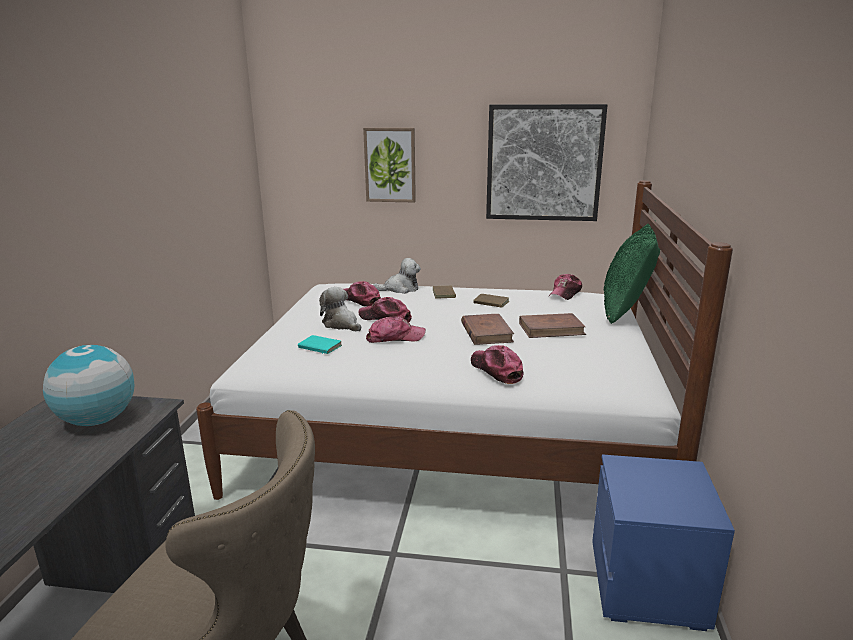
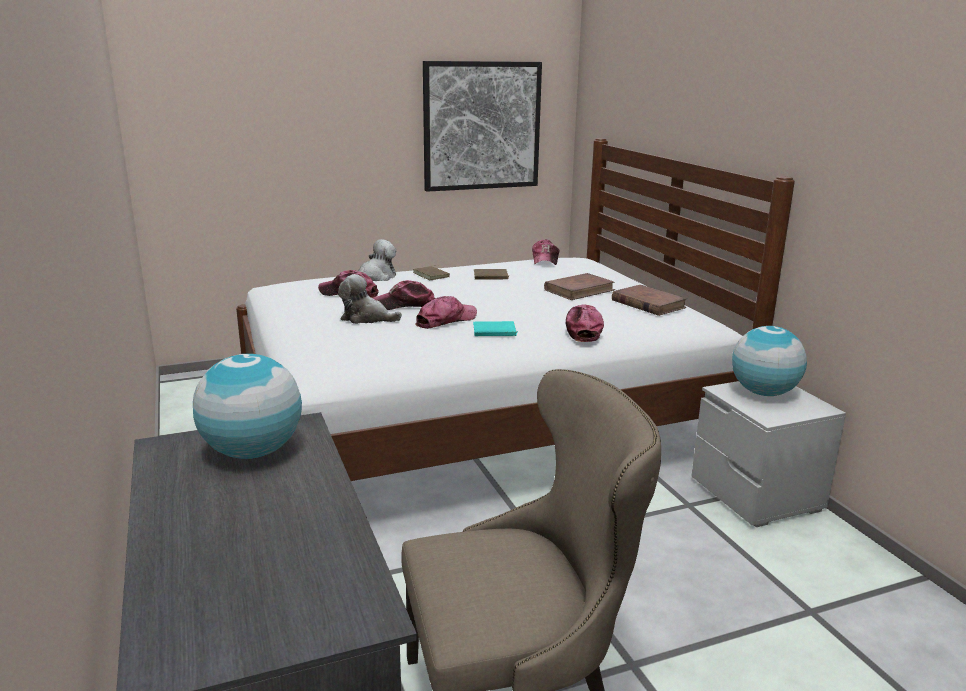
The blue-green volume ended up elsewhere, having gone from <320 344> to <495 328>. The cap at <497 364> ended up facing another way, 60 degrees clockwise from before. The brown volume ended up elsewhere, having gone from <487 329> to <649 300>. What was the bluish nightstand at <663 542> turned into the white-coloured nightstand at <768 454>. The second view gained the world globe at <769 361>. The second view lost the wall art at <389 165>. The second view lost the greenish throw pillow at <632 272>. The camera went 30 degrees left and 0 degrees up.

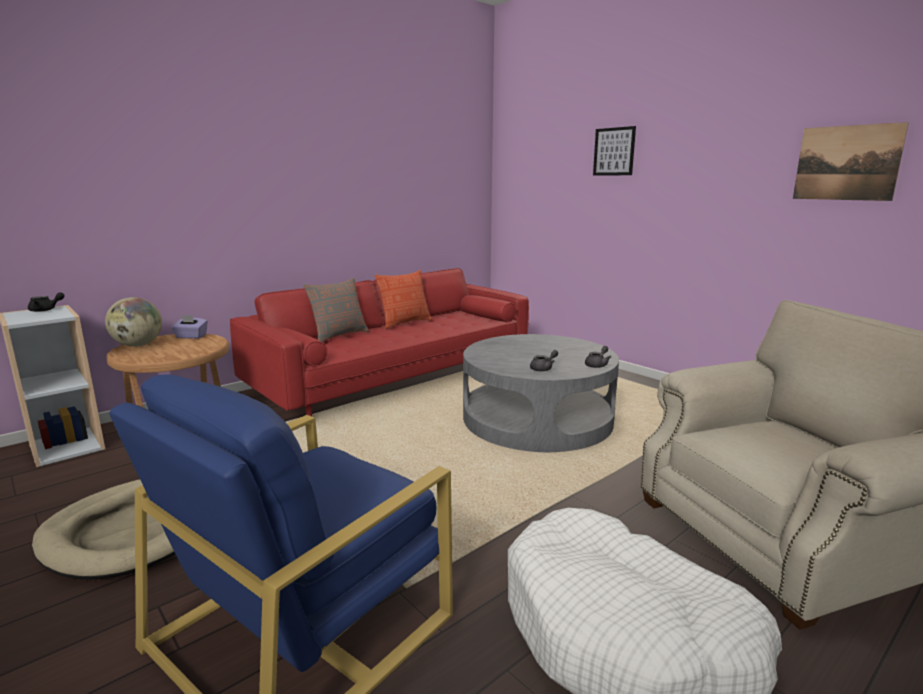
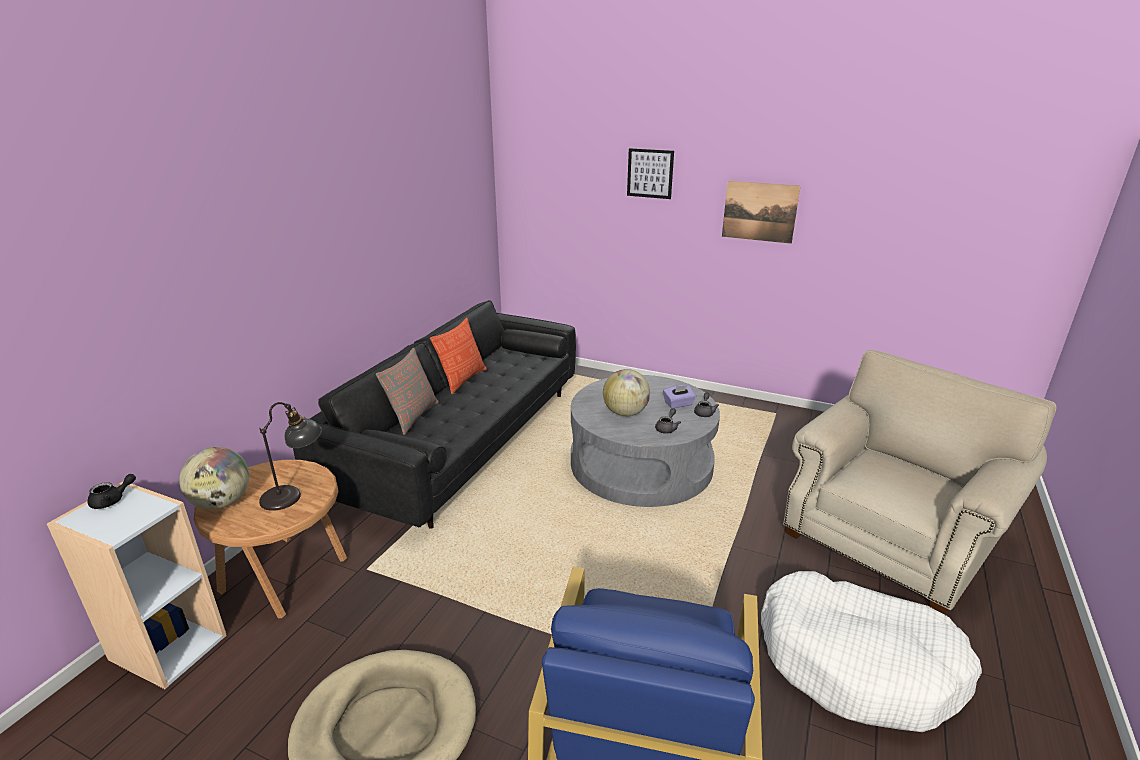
The second view gained the gray table lamp at <290 456>. What was the reddish couch at <379 342> turned into the black-coloured couch at <434 414>. The second view gained the world globe at <626 392>. The purplish tissue holder ended up elsewhere, having gone from <189 327> to <679 397>. The wall art ended up elsewhere, having gone from <851 161> to <761 212>. The camera went 25 degrees left and 10 degrees up.

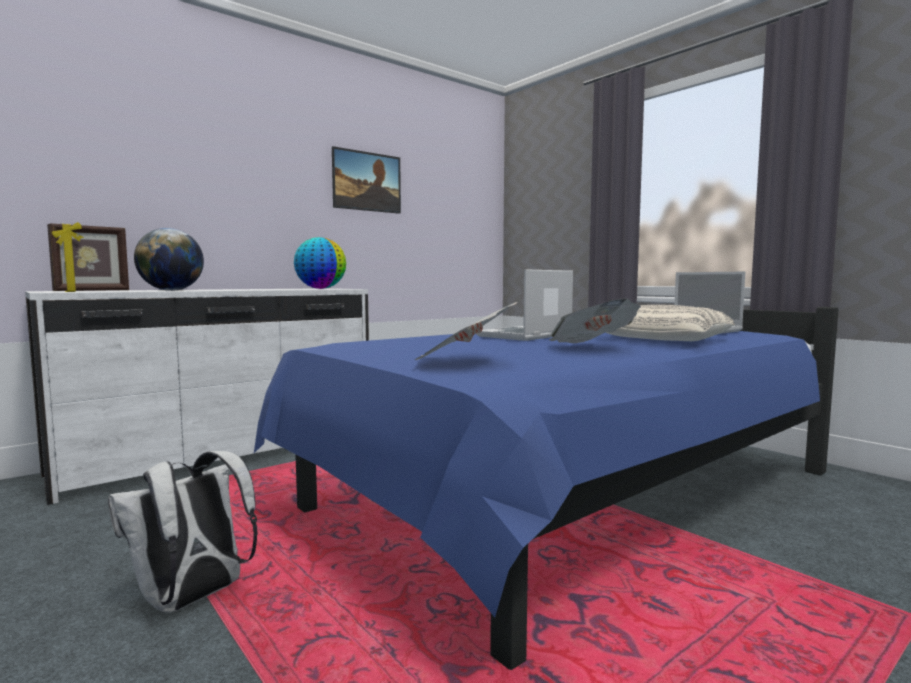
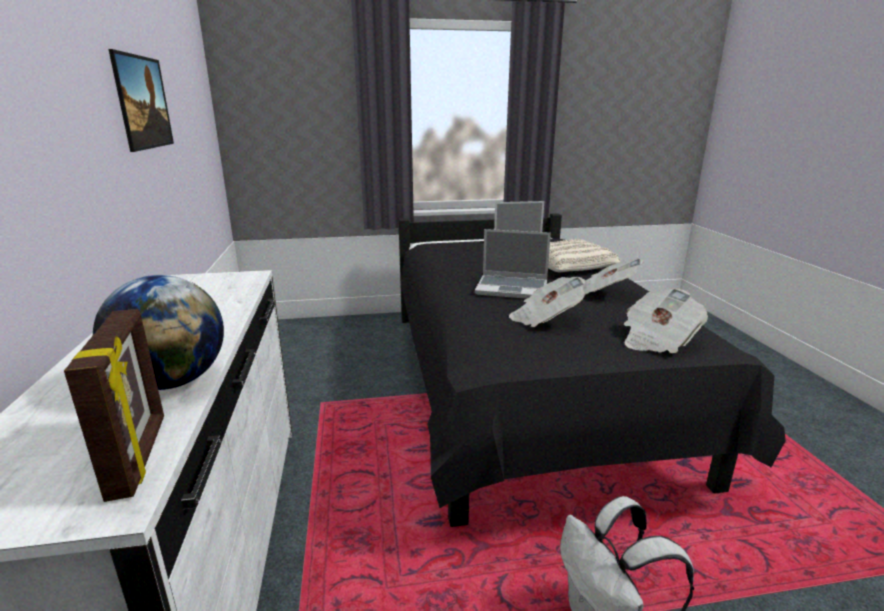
What was the bluish bed at <546 485> turned into the black-coloured bed at <592 370>. The portable computer at <524 305> ended up facing another way, 60 degrees counterclockwise from before. The second view gained the printed paper at <547 302>. The second view lost the world globe at <320 263>. The camera went 60 degrees left and 15 degrees up.

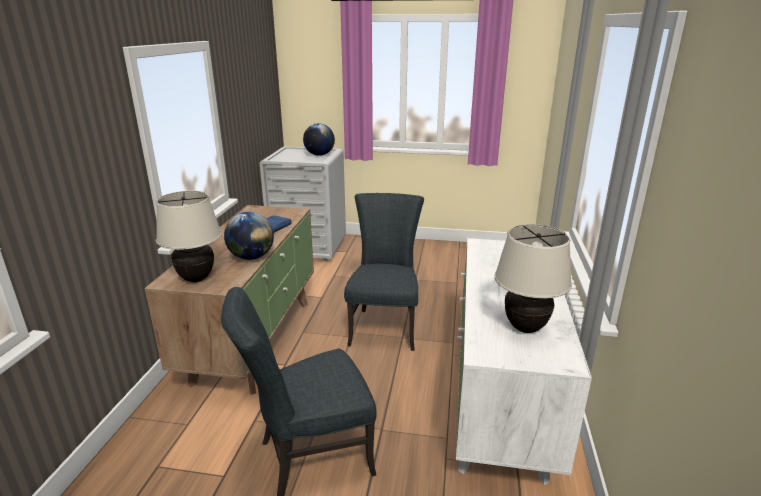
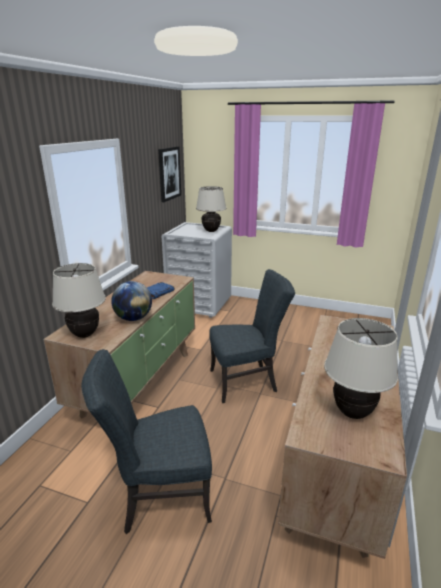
The second view gained the wall art at <169 174>. Where the world globe stood at <319 139>, the beige-coloured table lamp came to stand at <211 209>. The gray chair at <384 272> ended up facing another way, 60 degrees clockwise from before. What was the white-coloured dresser at <524 361> turned into the greenish dresser at <342 437>. The camera went 10 degrees right and 0 degrees up.

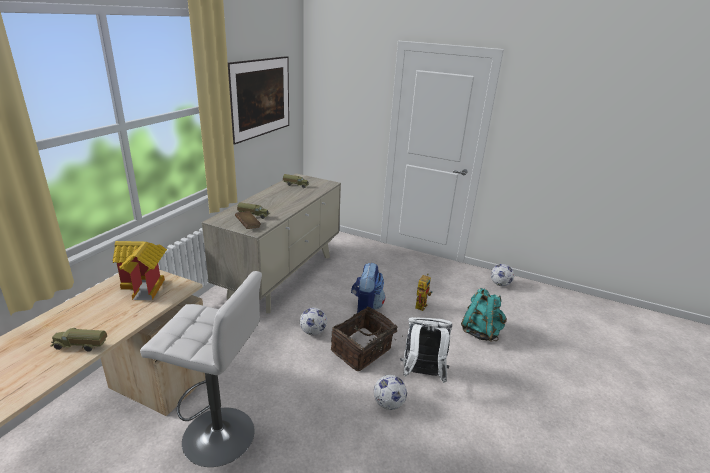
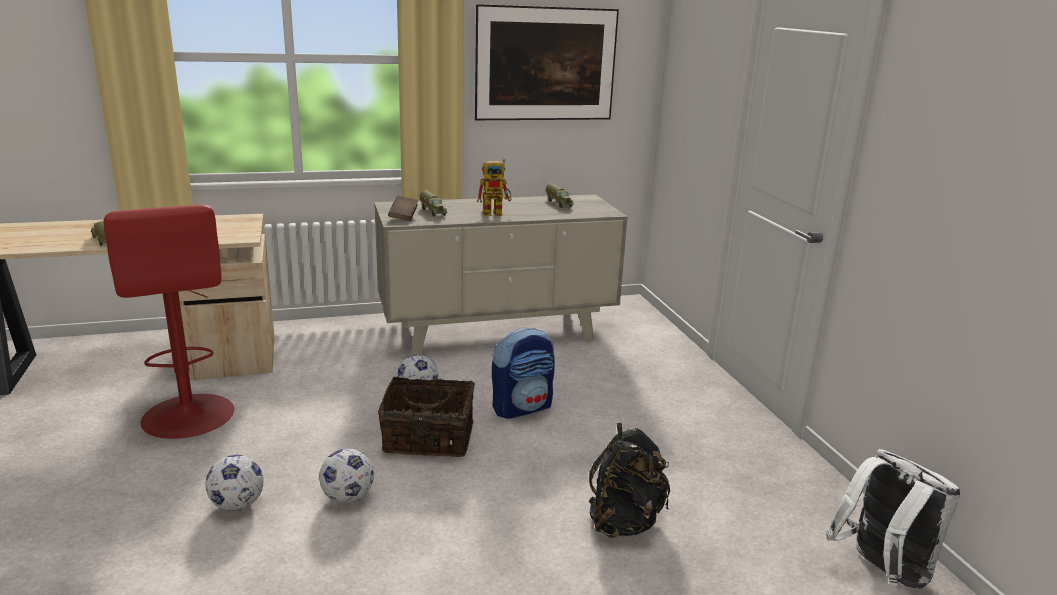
What was the white-coloured stool at <201 369> turned into the reddish stool at <169 321>. The ball for football ended up elsewhere, having gone from <502 275> to <234 483>. The toy robot ended up elsewhere, having gone from <423 292> to <494 187>. What was the blue-green rucksack at <484 315> turned into the black-coloured rucksack at <629 480>. The white-coloured rucksack ended up elsewhere, having gone from <426 350> to <893 519>. The second view lost the toy house at <140 270>. The camera went 50 degrees right and 5 degrees down.

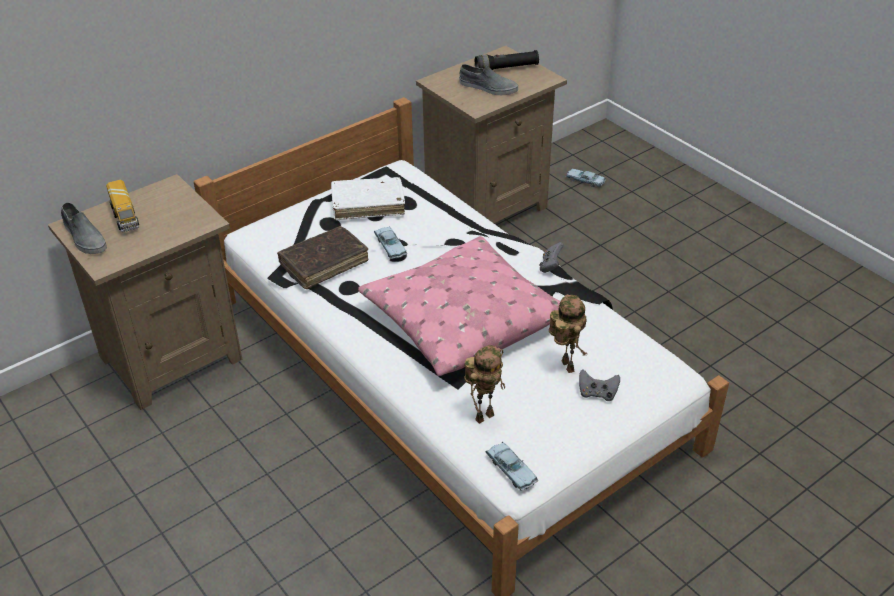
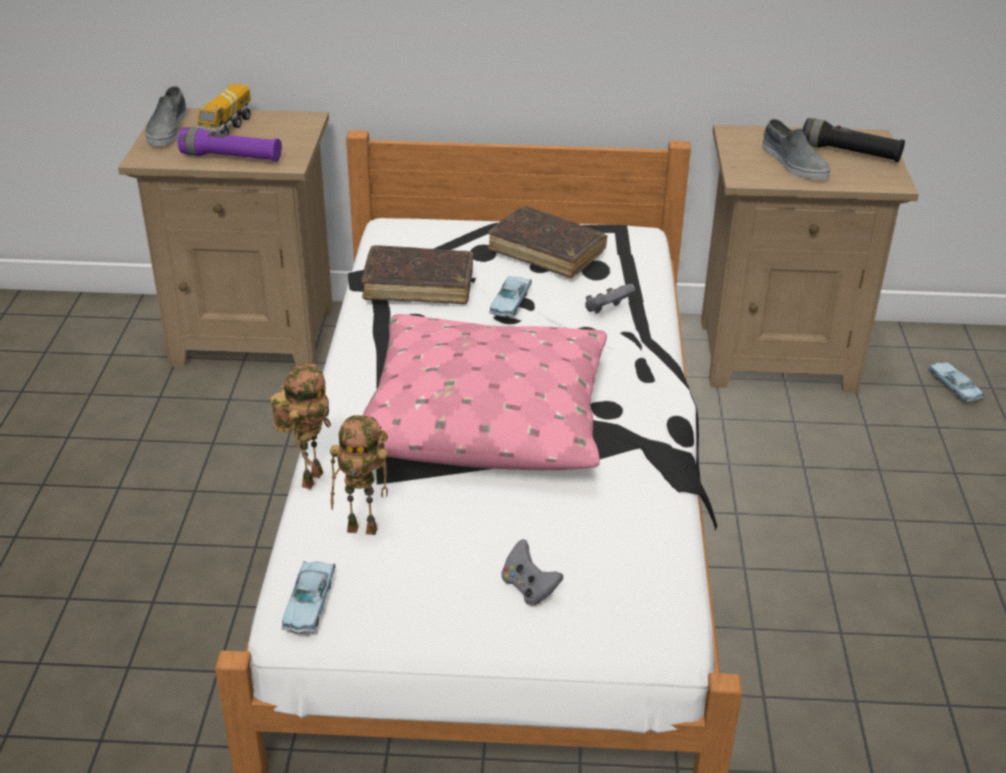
The second view gained the purplish hand torch at <230 144>. The toy robot ended up elsewhere, having gone from <568 333> to <301 426>. What was the white-coloured volume at <368 198> turned into the brown volume at <547 242>. The gray game controller ended up elsewhere, having gone from <551 257> to <610 298>. The camera went 40 degrees right and 5 degrees down.

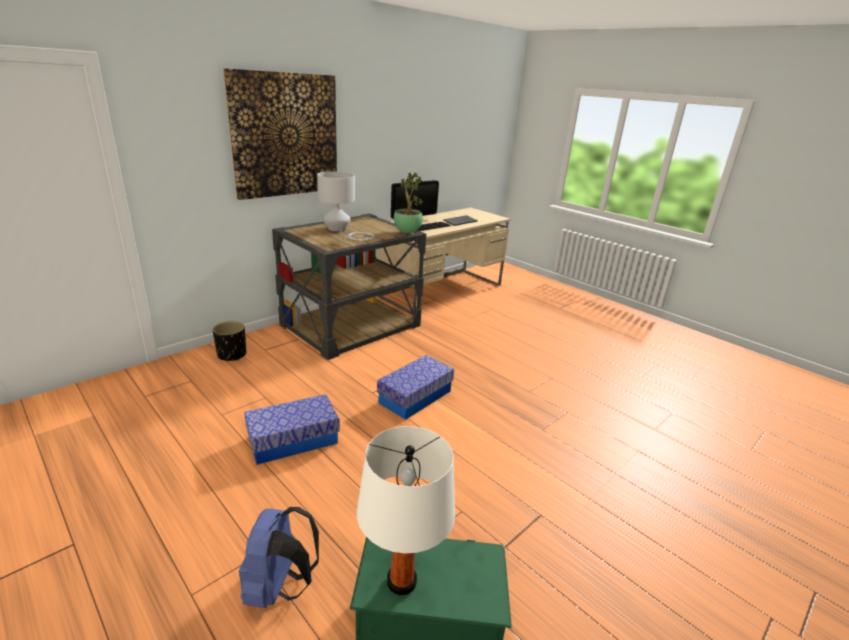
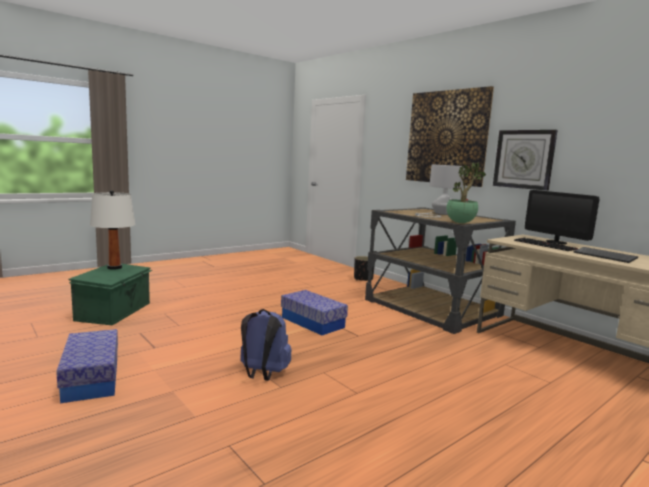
The storage bin ended up elsewhere, having gone from <292 429> to <87 366>. The bluish rucksack ended up elsewhere, having gone from <279 557> to <265 345>. The second view gained the wall clock at <525 160>. The camera went 95 degrees right and 15 degrees down.

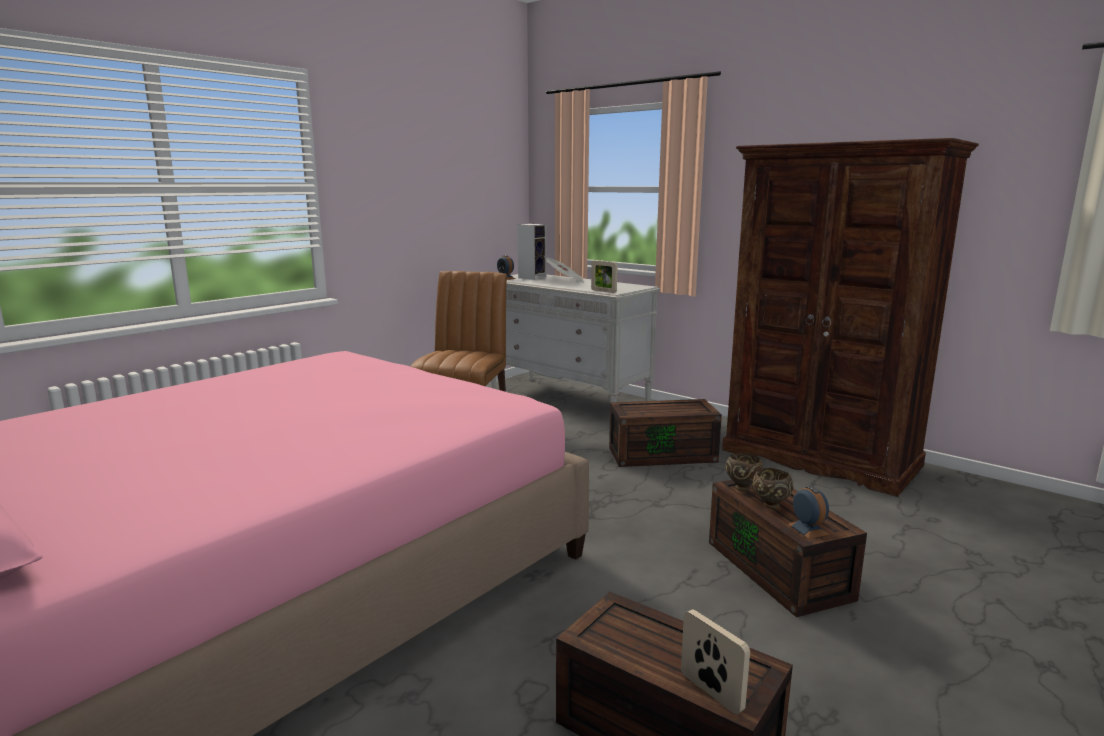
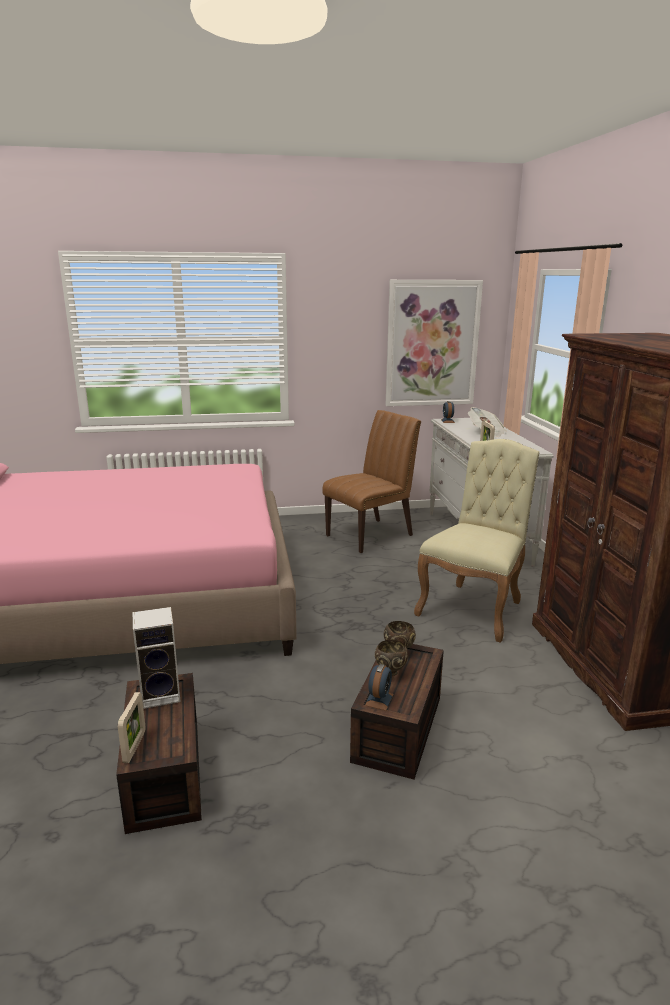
The loudspeaker ended up elsewhere, having gone from <532 252> to <157 658>. The second view gained the wall art at <434 343>. Where the brown storage bin stood at <665 433>, the beige-coloured chair came to stand at <477 541>. The camera went 40 degrees right and 5 degrees up.

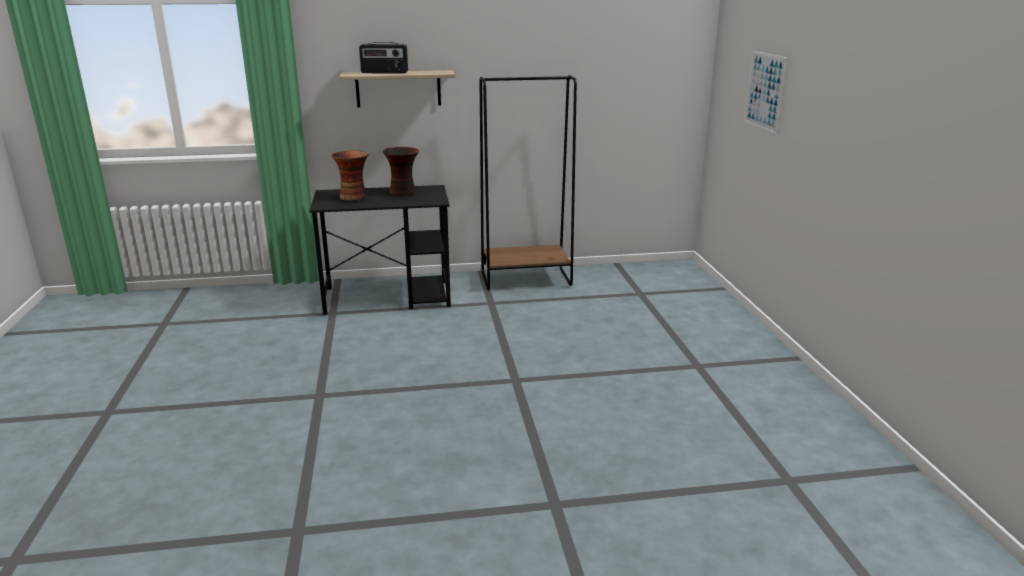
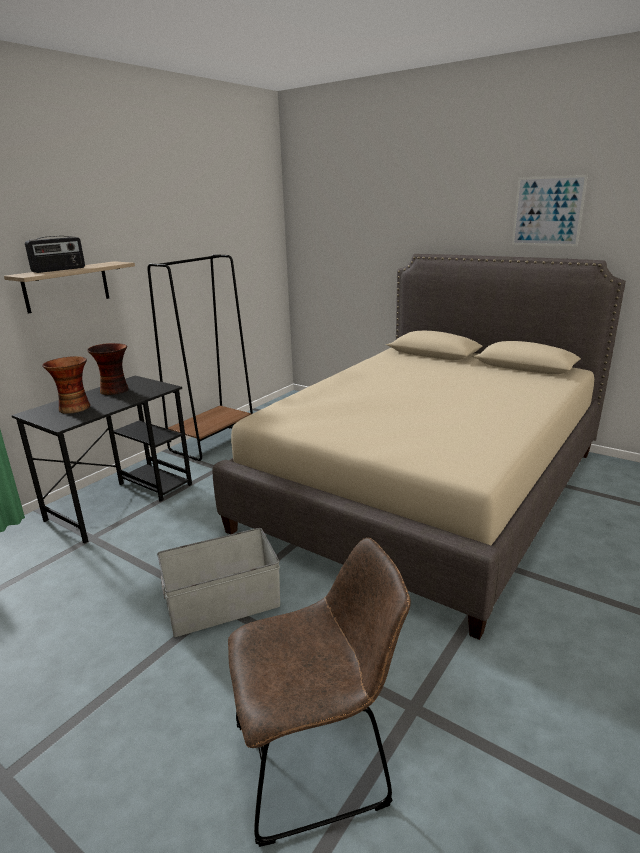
The second view gained the gray storage bin at <218 582>. The second view gained the beige-coloured bed at <419 447>. The second view gained the brown chair at <319 692>. The wall art ended up elsewhere, having gone from <766 92> to <550 210>. The camera went 45 degrees left and 0 degrees up.

